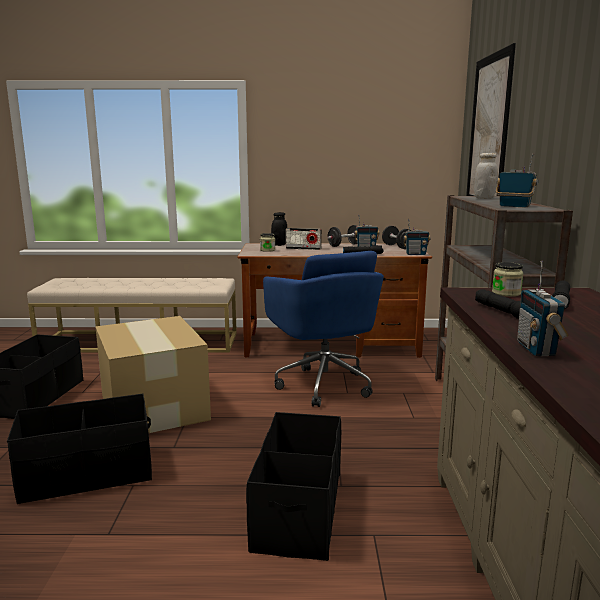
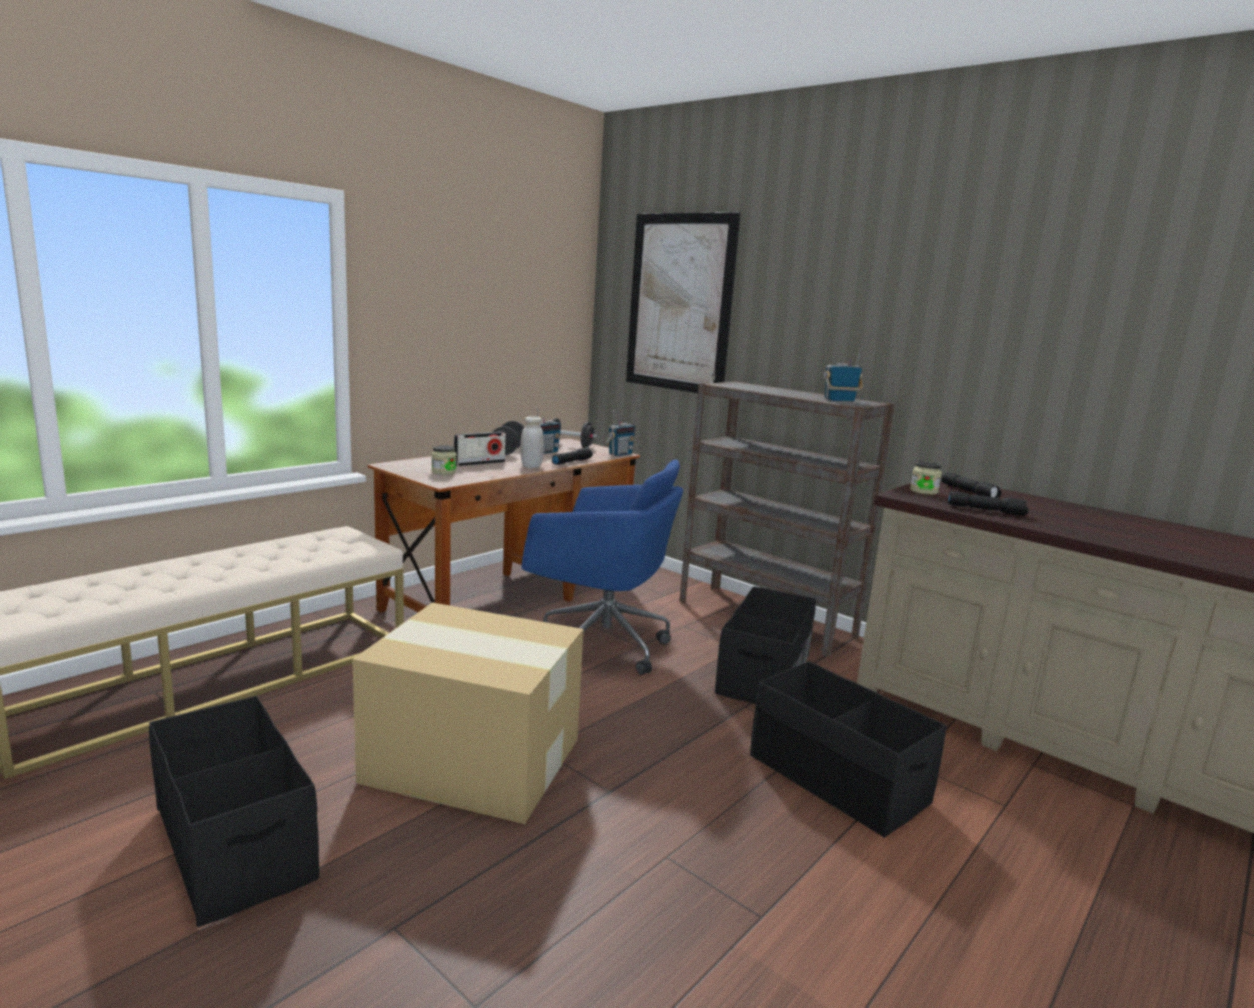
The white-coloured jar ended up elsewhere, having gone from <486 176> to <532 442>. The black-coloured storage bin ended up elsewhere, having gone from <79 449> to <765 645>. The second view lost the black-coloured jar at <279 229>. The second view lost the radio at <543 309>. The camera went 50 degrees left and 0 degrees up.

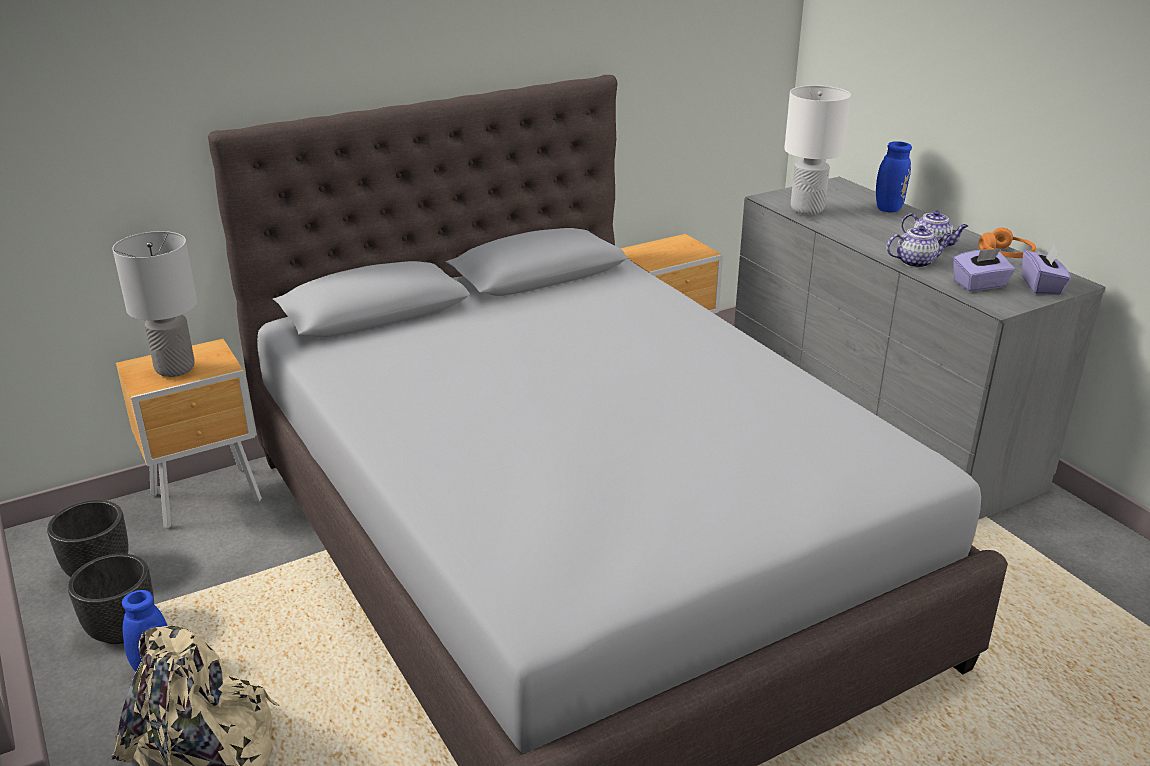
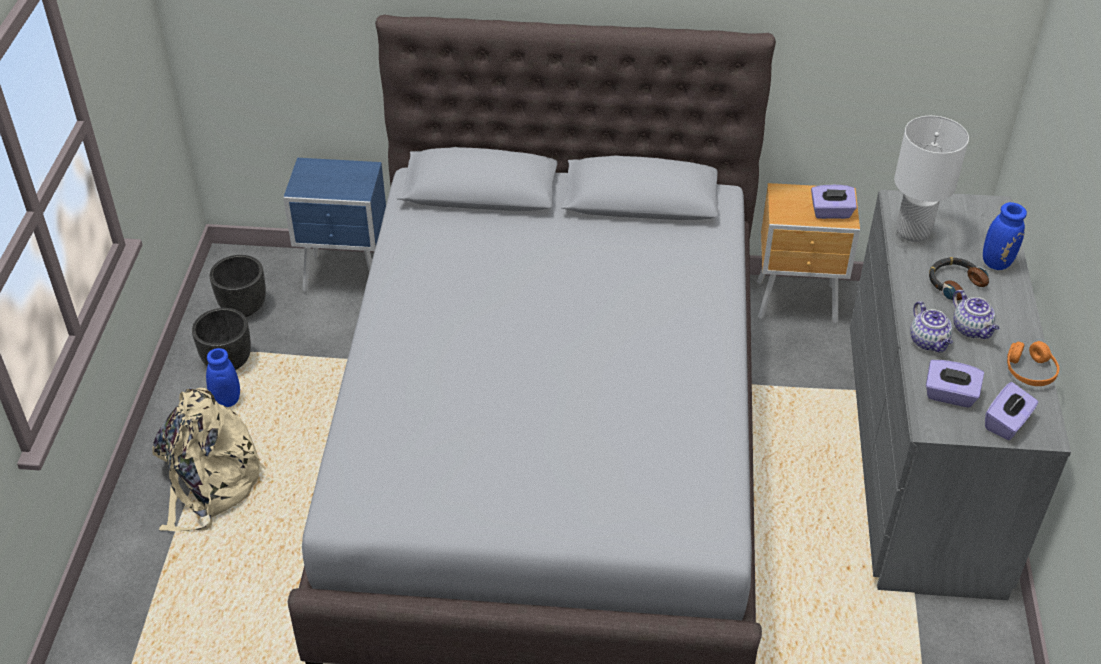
What was the brown nightstand at <189 434> turned into the bluish nightstand at <334 225>. The second view gained the purplish tissue holder at <834 202>. The teapot at <919 246> ended up facing another way, 45 degrees clockwise from before. The second view gained the pair of headphones at <959 278>. The second view lost the gray table lamp at <154 304>. The camera went 35 degrees right and 15 degrees up.

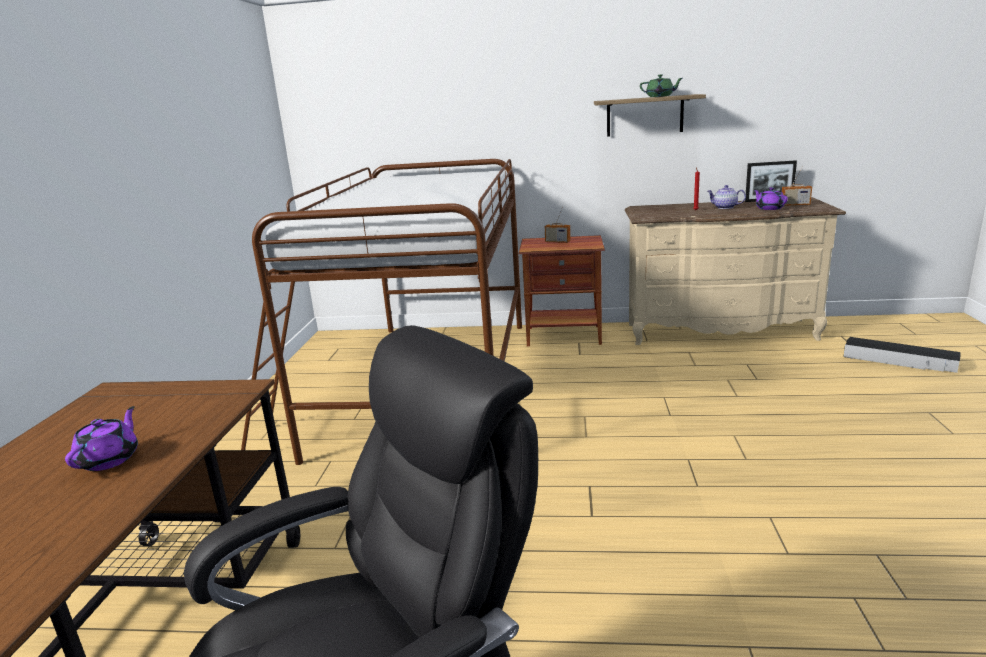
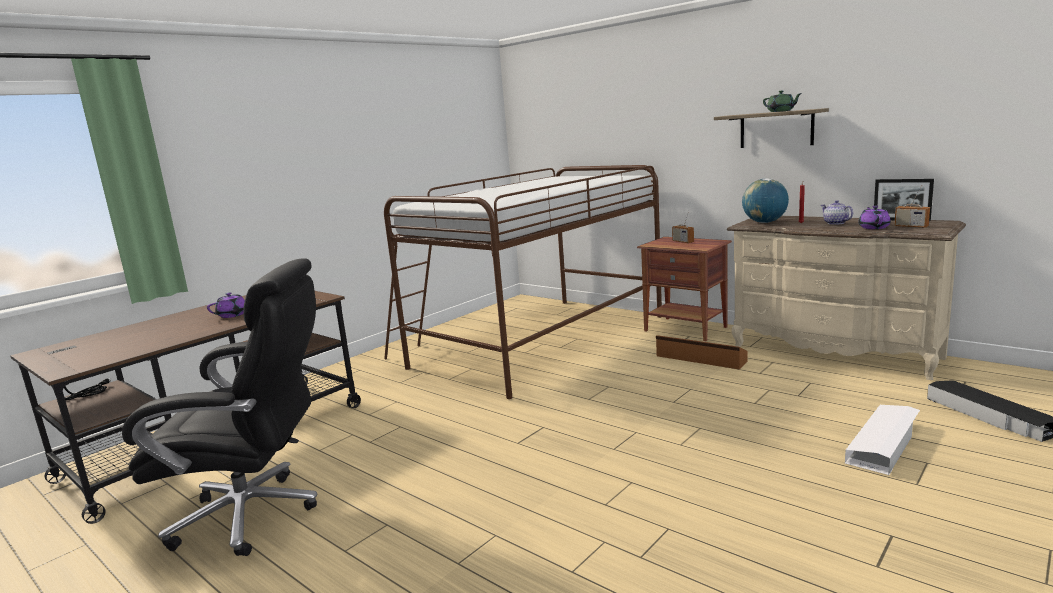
The second view gained the brown storage bin at <702 352>. The second view gained the world globe at <765 200>. The second view gained the white-coloured storage bin at <882 440>. The camera went 35 degrees right and 5 degrees down.

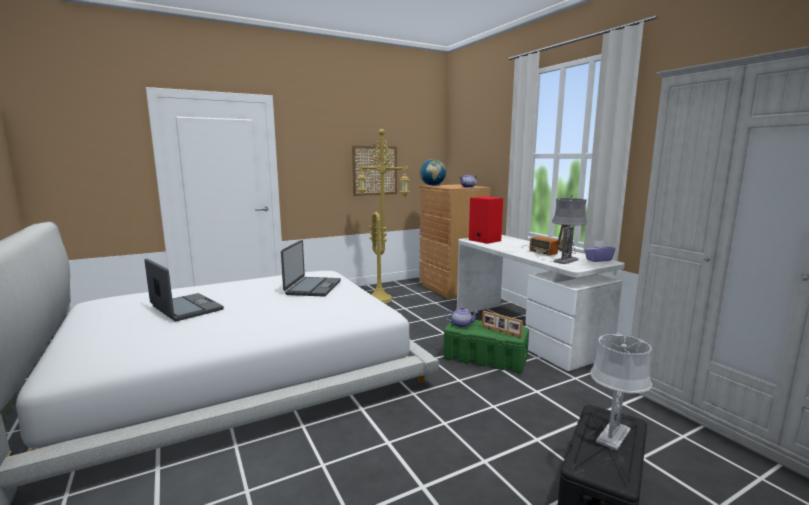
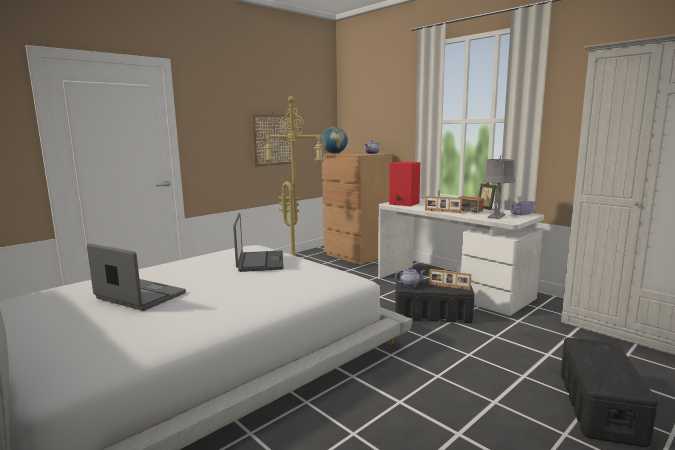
What was the greenish storage bin at <486 346> turned into the black-coloured storage bin at <435 300>. The second view gained the picture frame at <443 204>. The second view lost the gray table lamp at <621 392>. The camera went 15 degrees left and 0 degrees up.

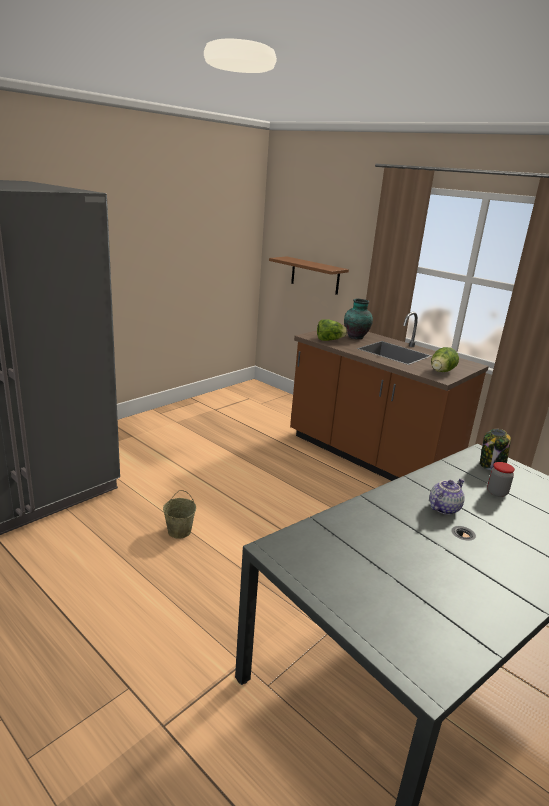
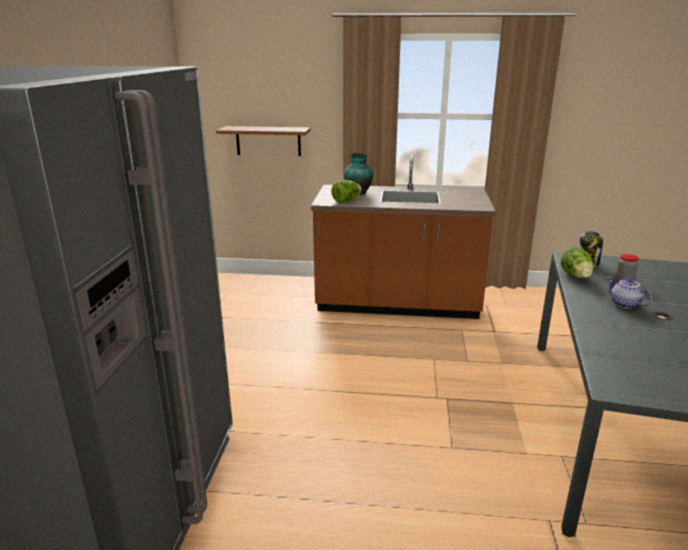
The head of lettuce ended up elsewhere, having gone from <445 359> to <577 262>. The teapot at <447 497> ended up facing another way, 45 degrees counterclockwise from before. The second view lost the beige-coloured bucket at <179 514>. The camera went 35 degrees left and 0 degrees up.

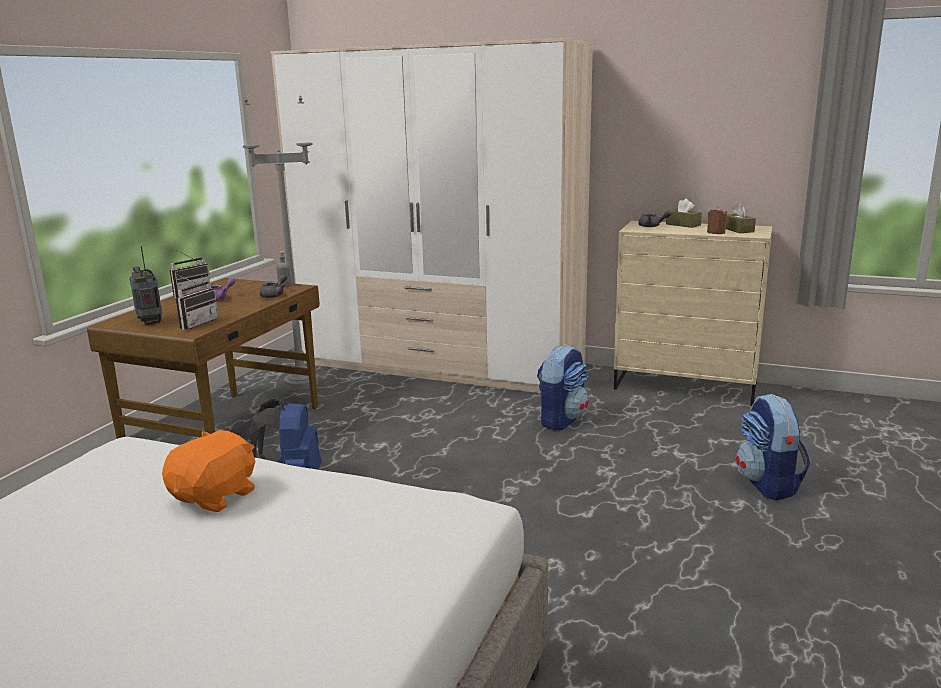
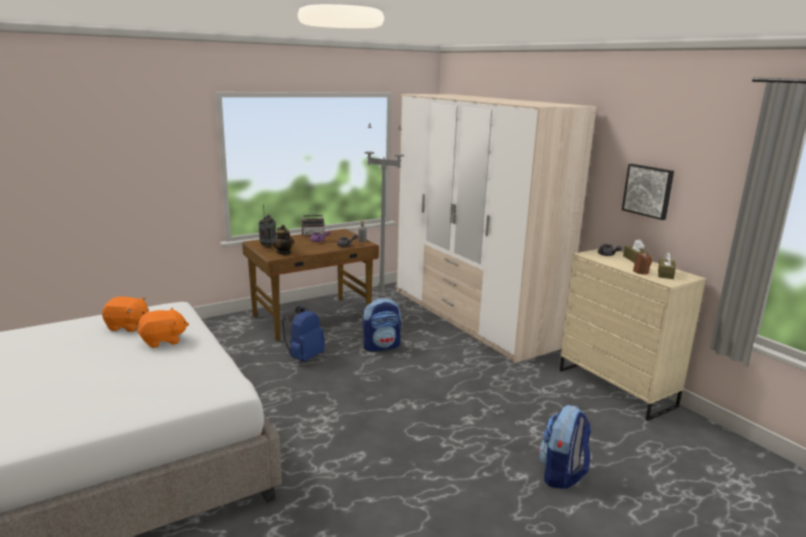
The second view gained the orange cuddly toy at <125 314>. Where the radio stood at <197 302>, the teapot came to stand at <283 240>. The rucksack ended up elsewhere, having gone from <563 387> to <382 325>. The second view gained the wall art at <648 192>. The camera went 35 degrees right and 0 degrees up.

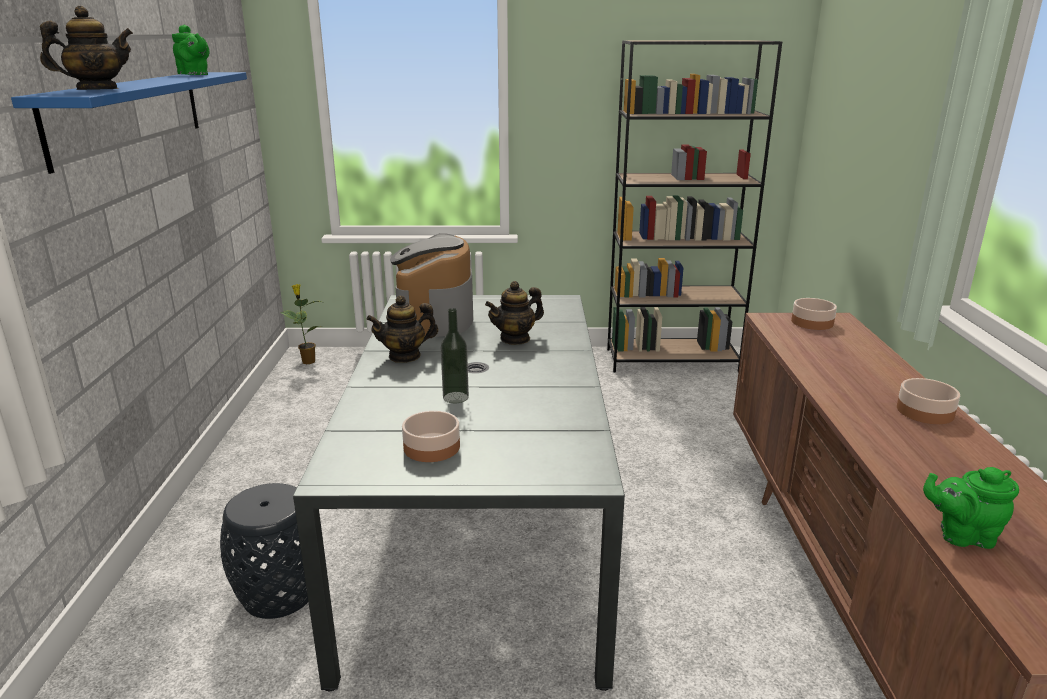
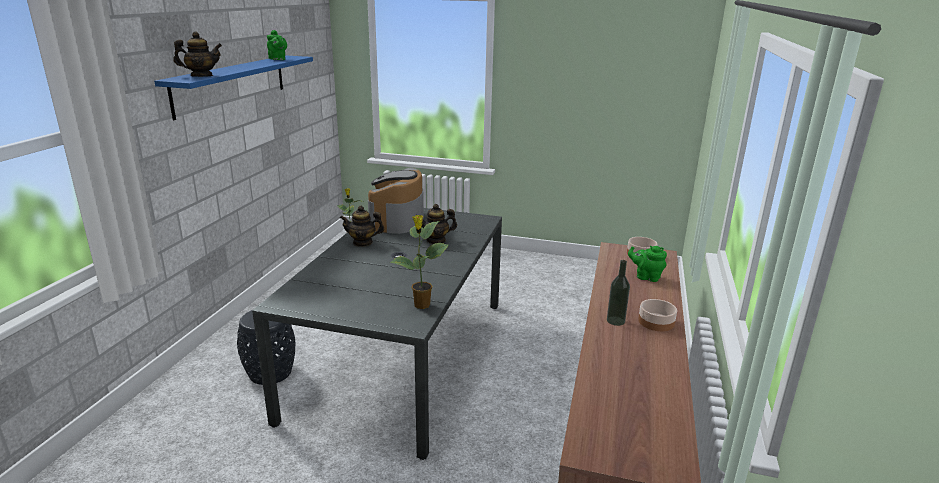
The second view gained the potted plant at <419 262>. The bottle ended up elsewhere, having gone from <455 355> to <618 293>. The greenish teapot ended up elsewhere, having gone from <971 508> to <647 264>. The second view lost the bowl at <431 436>. The second view lost the beige-coloured bookcase at <694 206>. The camera went 15 degrees right and 0 degrees up.

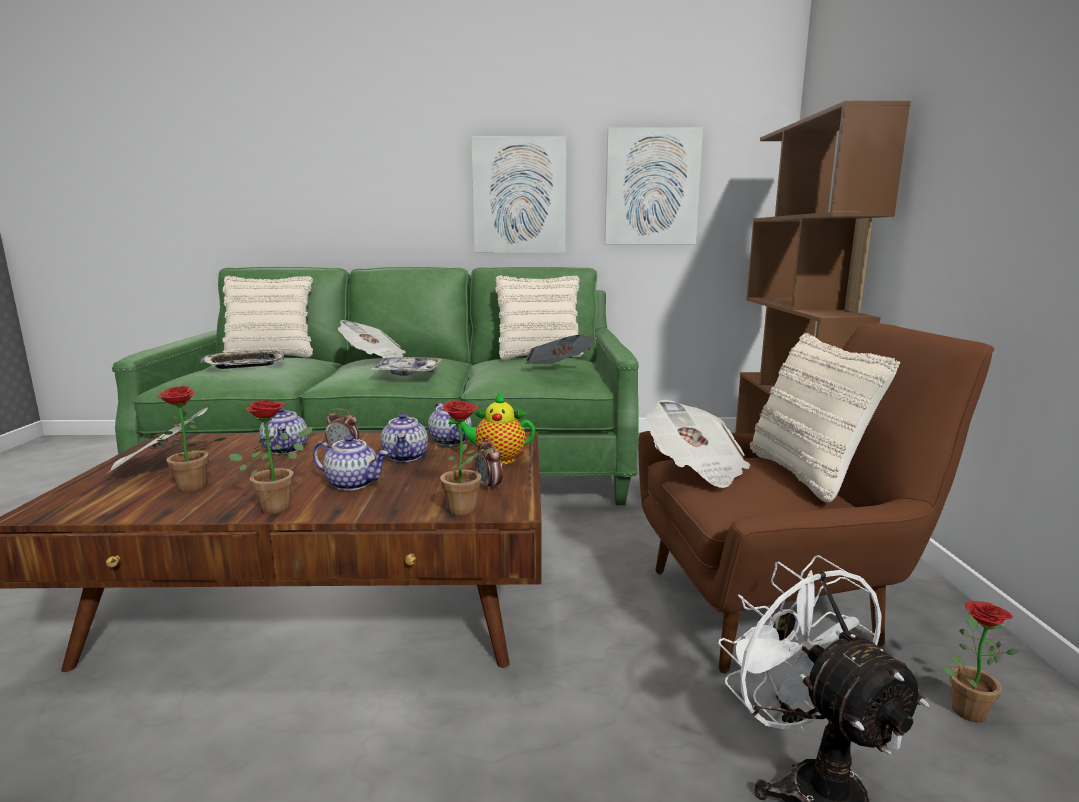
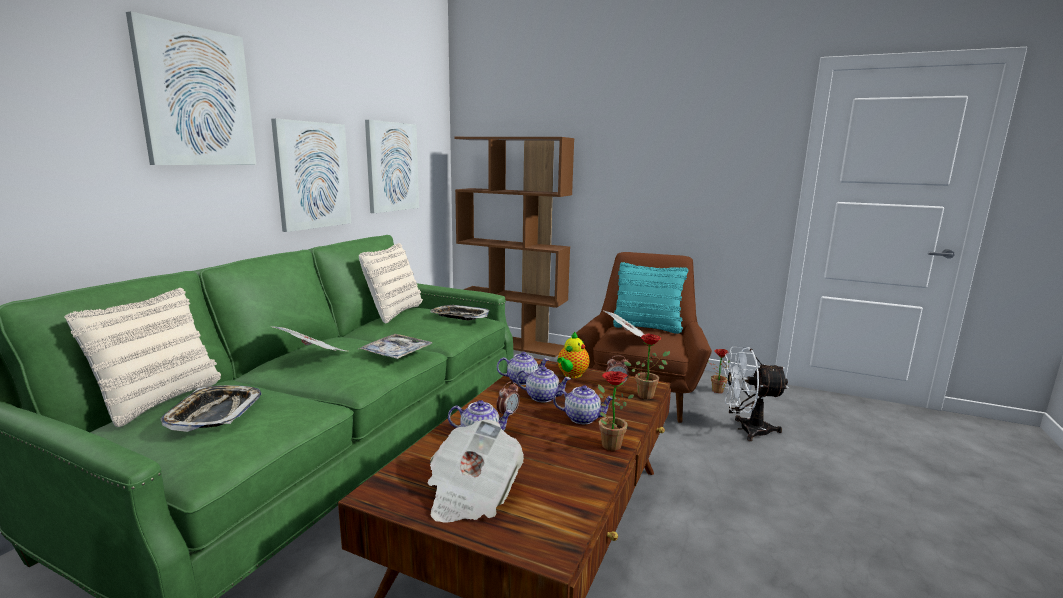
The second view gained the wall art at <191 88>. Where the printed paper stood at <560 349>, the tray came to stand at <459 312>. The teapot at <350 463> ended up facing another way, 60 degrees clockwise from before. What was the beige-coloured throw pillow at <825 418> turned into the blue-green throw pillow at <651 298>. The second view lost the potted plant at <182 439>. The camera went 65 degrees left and 0 degrees up.

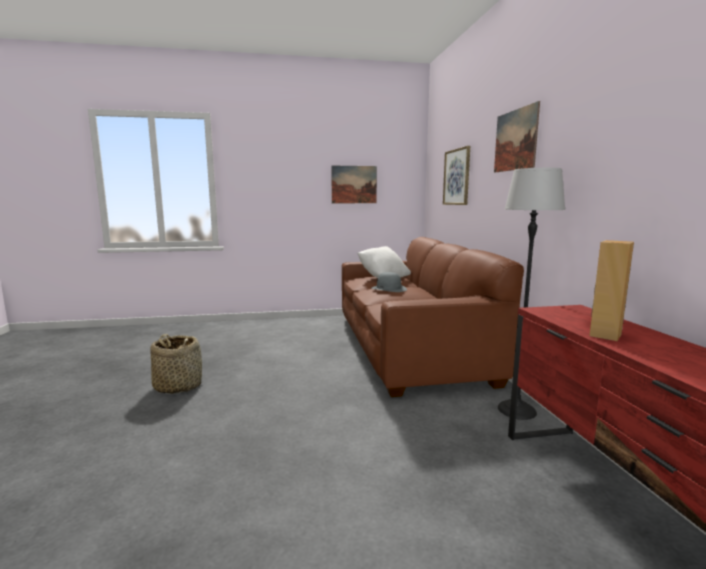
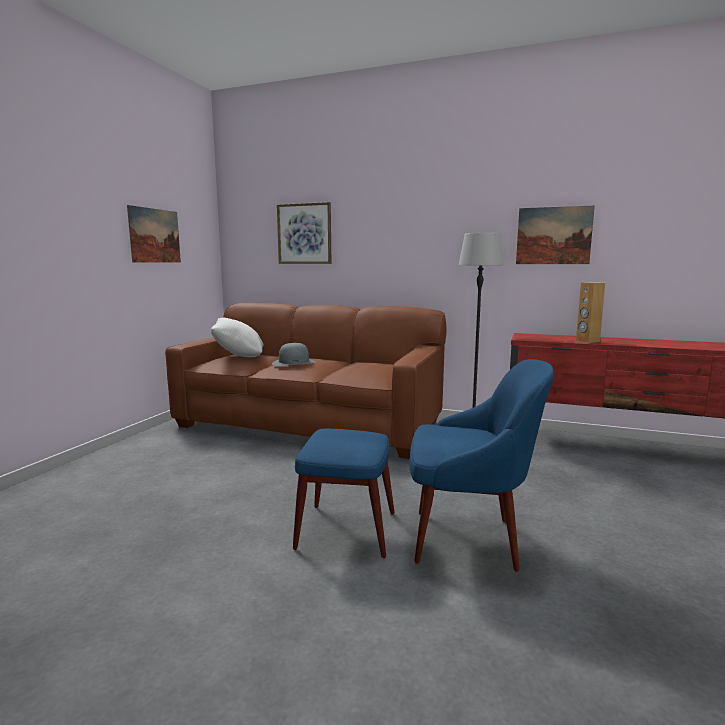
The second view gained the bluish armchair at <423 465>. The wall art ended up elsewhere, having gone from <517 137> to <555 234>. The second view lost the basket at <176 364>. The camera went 60 degrees left and 0 degrees up.

